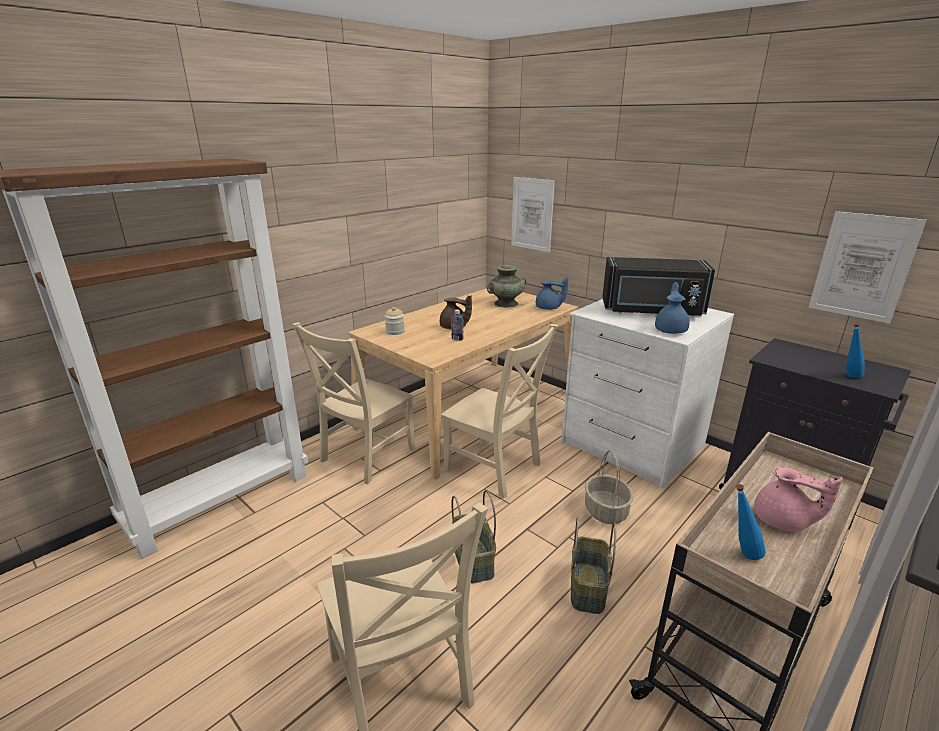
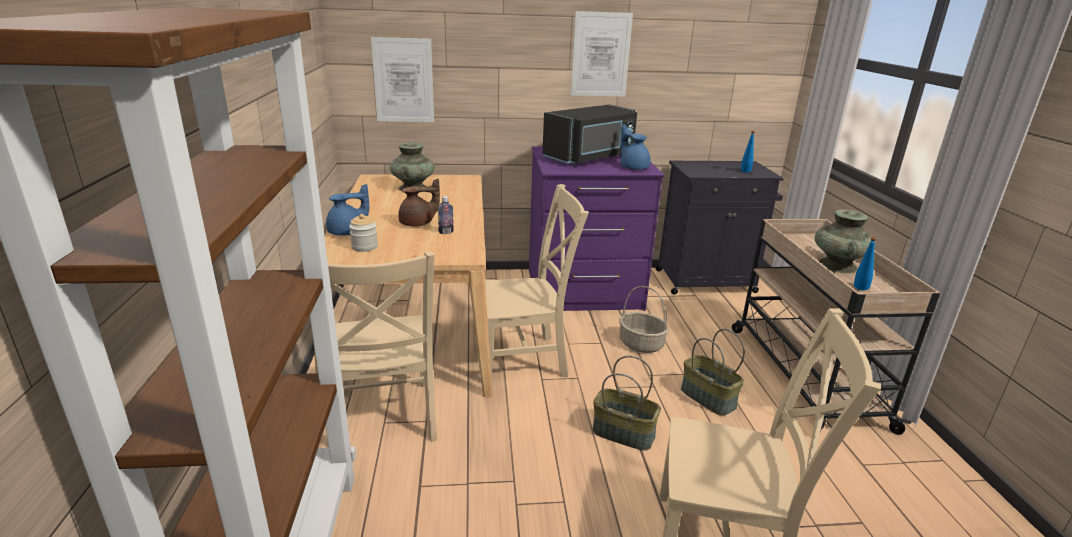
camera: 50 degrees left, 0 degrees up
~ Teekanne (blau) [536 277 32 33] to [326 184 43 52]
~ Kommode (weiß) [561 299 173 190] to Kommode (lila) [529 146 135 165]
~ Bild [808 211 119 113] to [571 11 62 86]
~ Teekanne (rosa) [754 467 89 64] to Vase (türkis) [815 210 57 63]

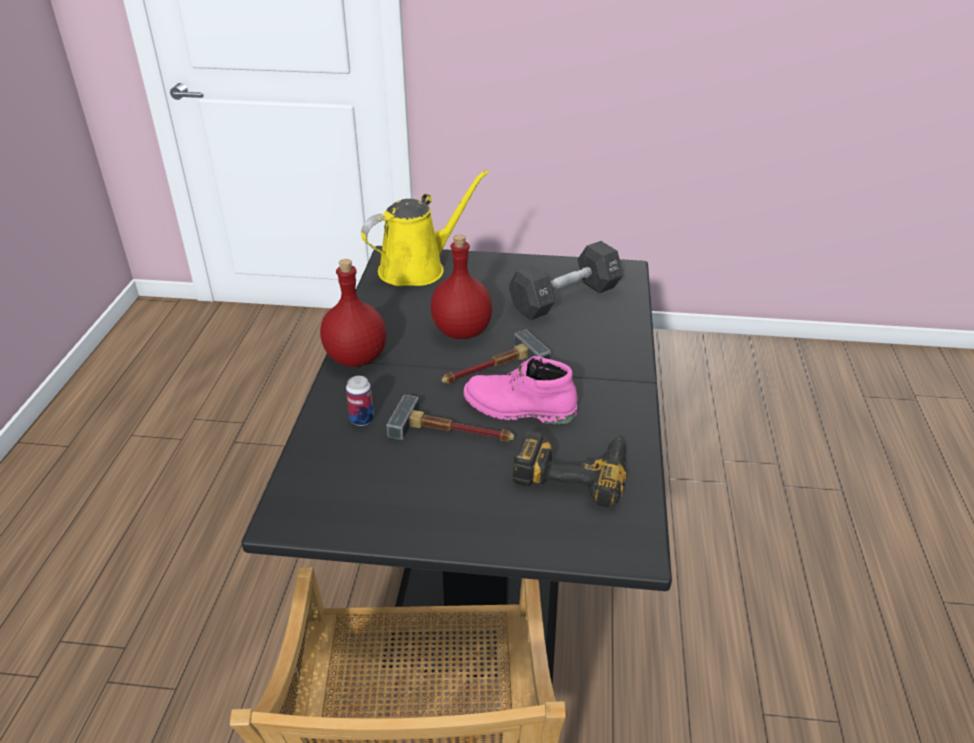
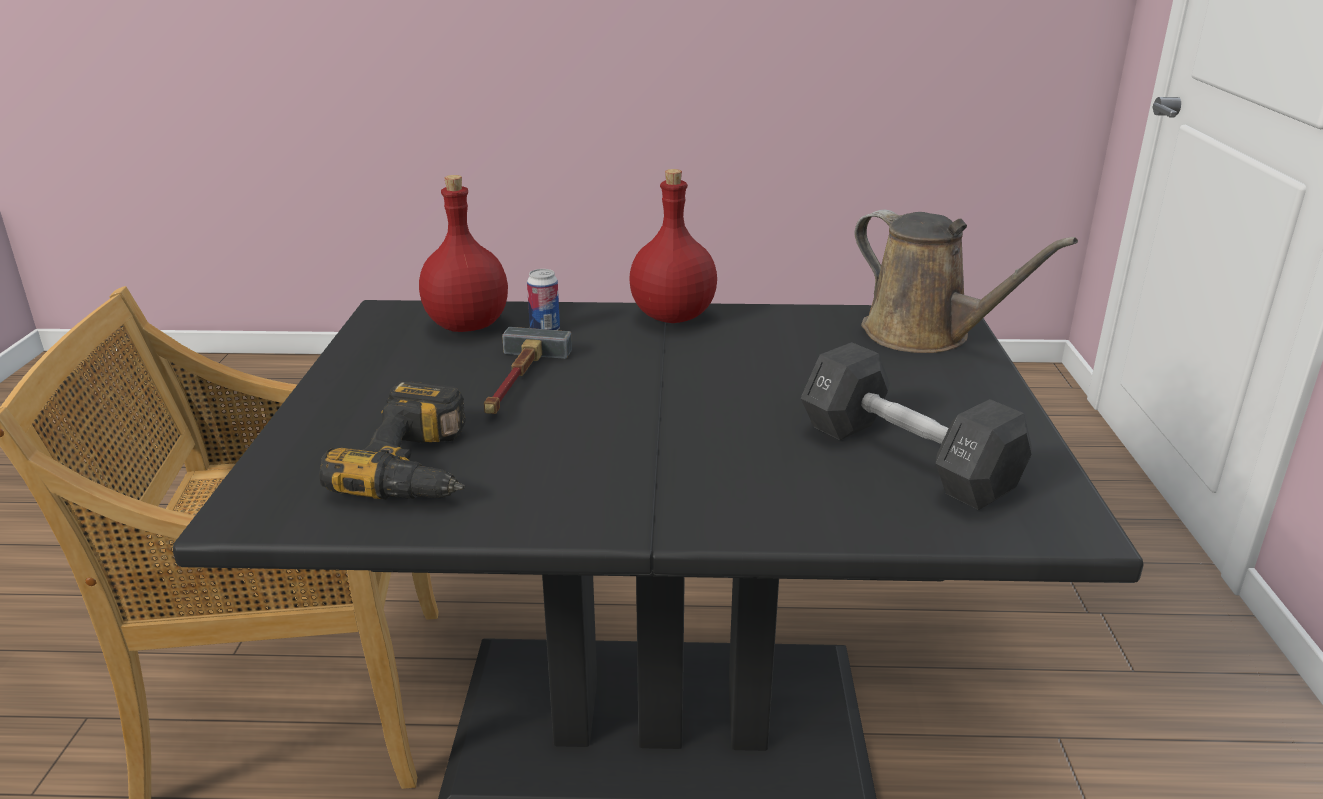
camera: 85 degrees right, 10 degrees down
~ Flasche (rot) [431 235 61 104] to [419 175 89 157]
~ Gießkanne (gelb) [361 170 127 116] to Gießkanne (braun) [854 210 224 143]
- Hammer [442 329 109 55]
- Stiefel (rosa) [464 356 114 69]

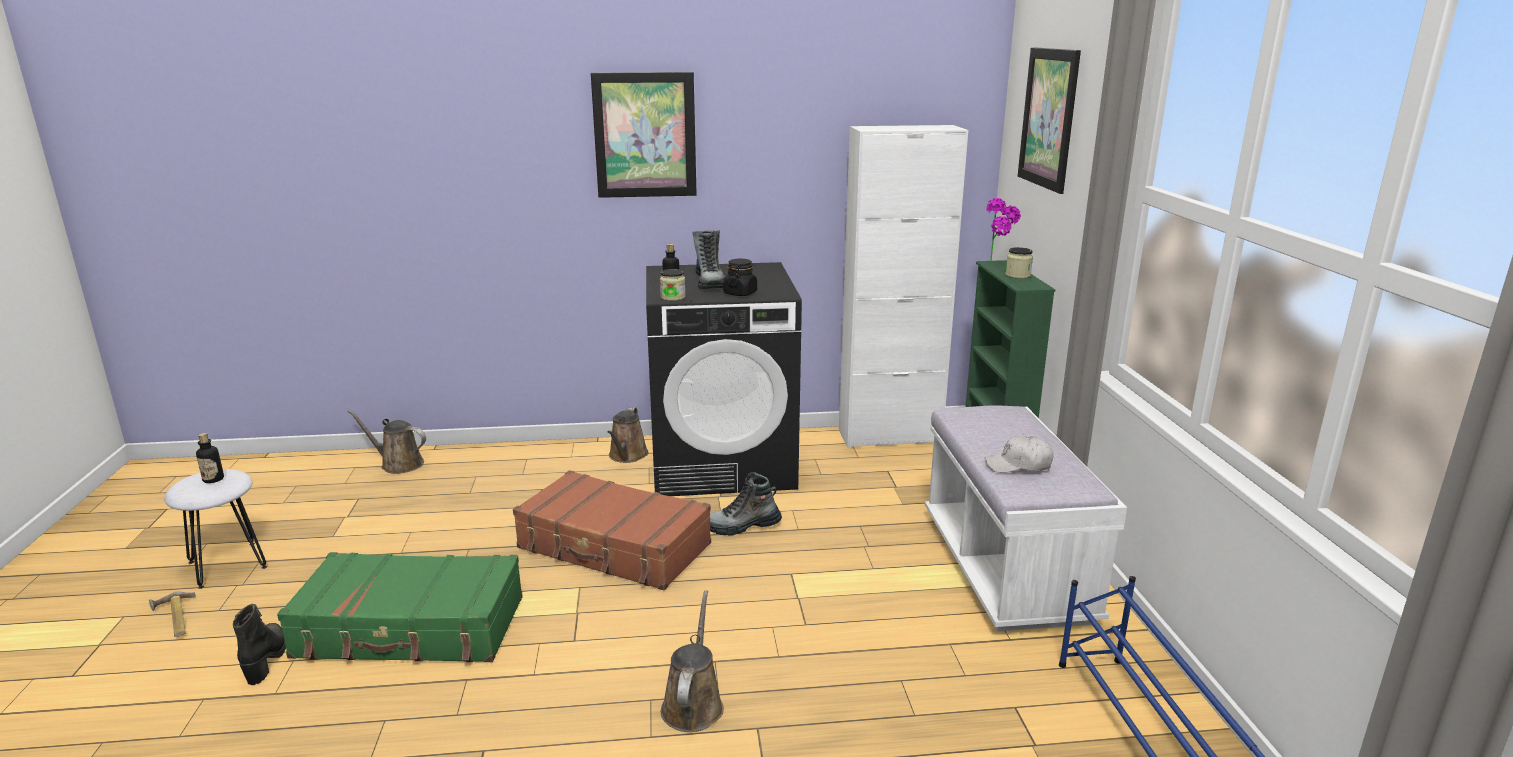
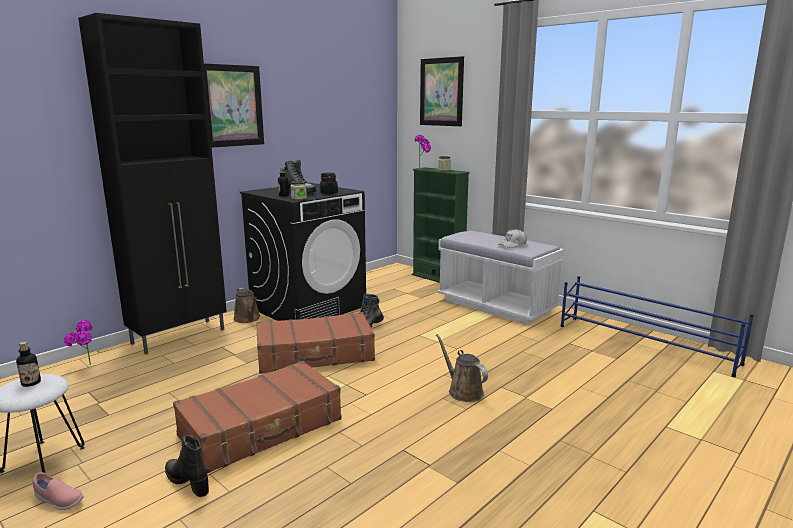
camera: 40 degrees left, 5 degrees down
~ Hammer [149 591 47 46] to Schuh (rosa) [33 472 51 38]
~ Gießkanne (braun) [347 410 79 64] to Topfpflanze [64 320 29 45]
+ Schrank (schwarz) [78 13 149 342]
~ Koffer (grün) [277 552 246 110] to Koffer (braun) [173 361 169 112]
- Schrank (weiß) [839 125 129 323]

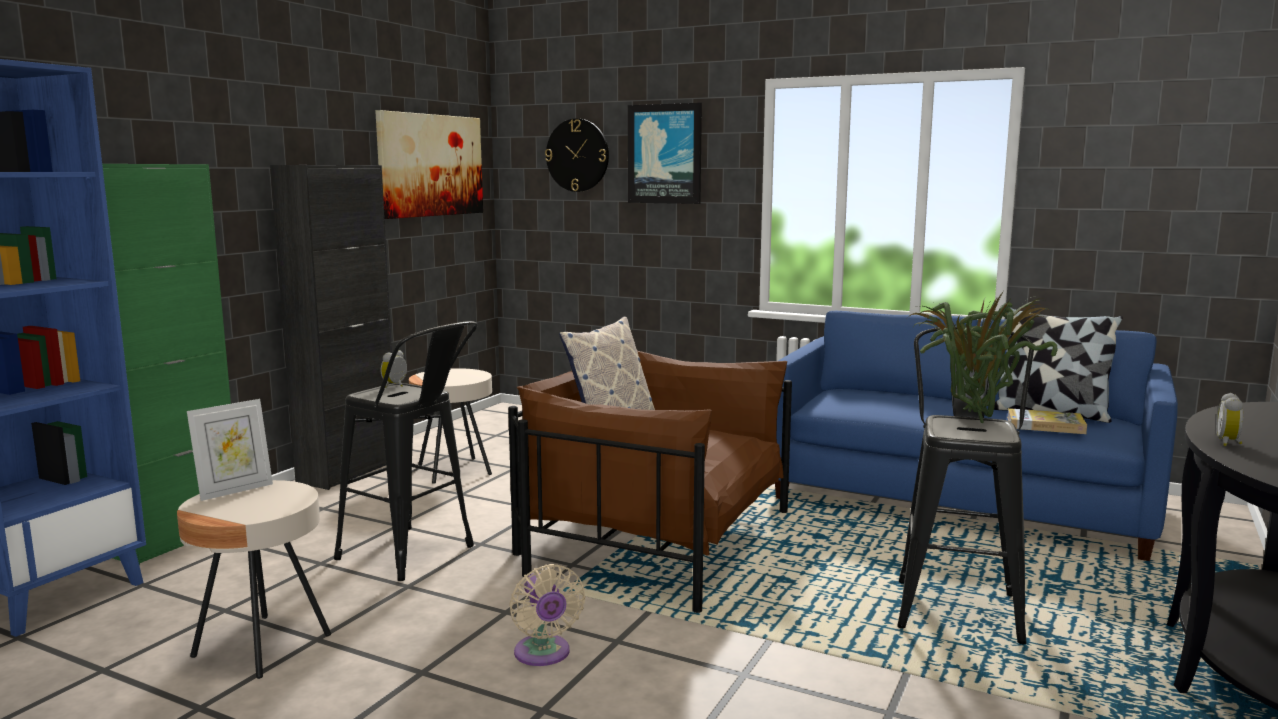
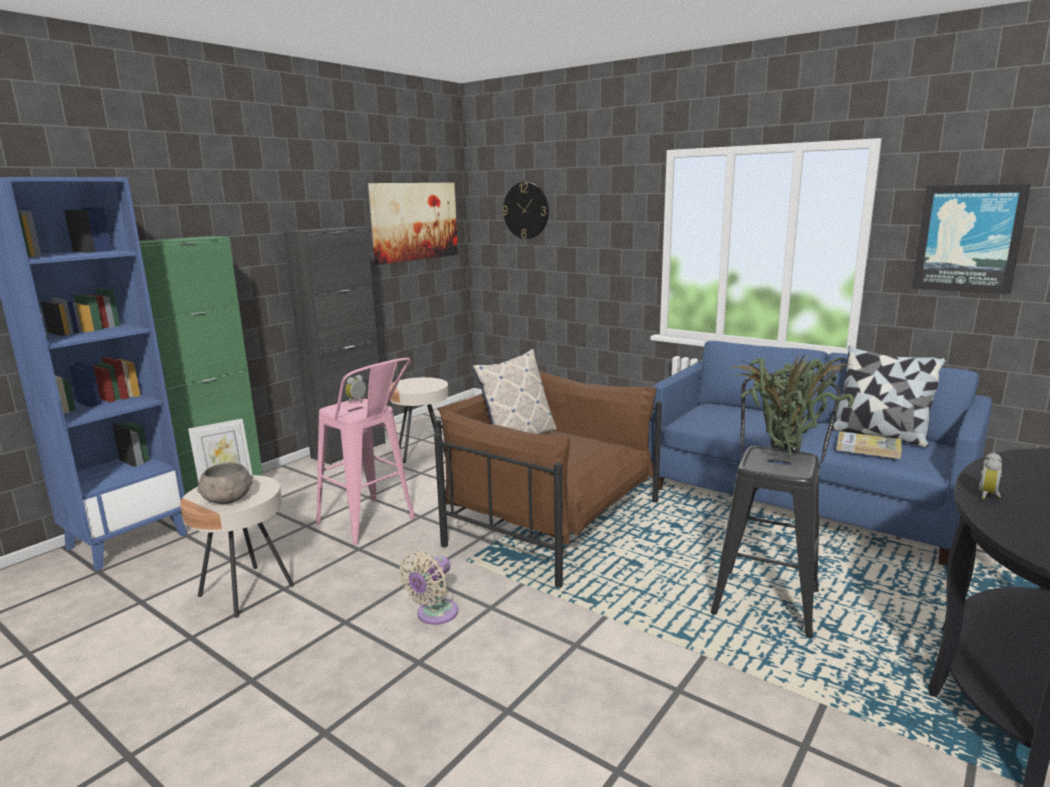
camera: 10 degrees right, 5 degrees up
+ Schüssel (grau) [197 462 56 42]
~ Hocker (schwarz) [334 321 144 260] to Hocker (rosa) [316 358 99 187]
~ Ventilator (beige) [509 564 76 102] = [399 551 59 74] 45 degrees clockwise
~ Bild [628 103 74 101] to [912 184 119 110]

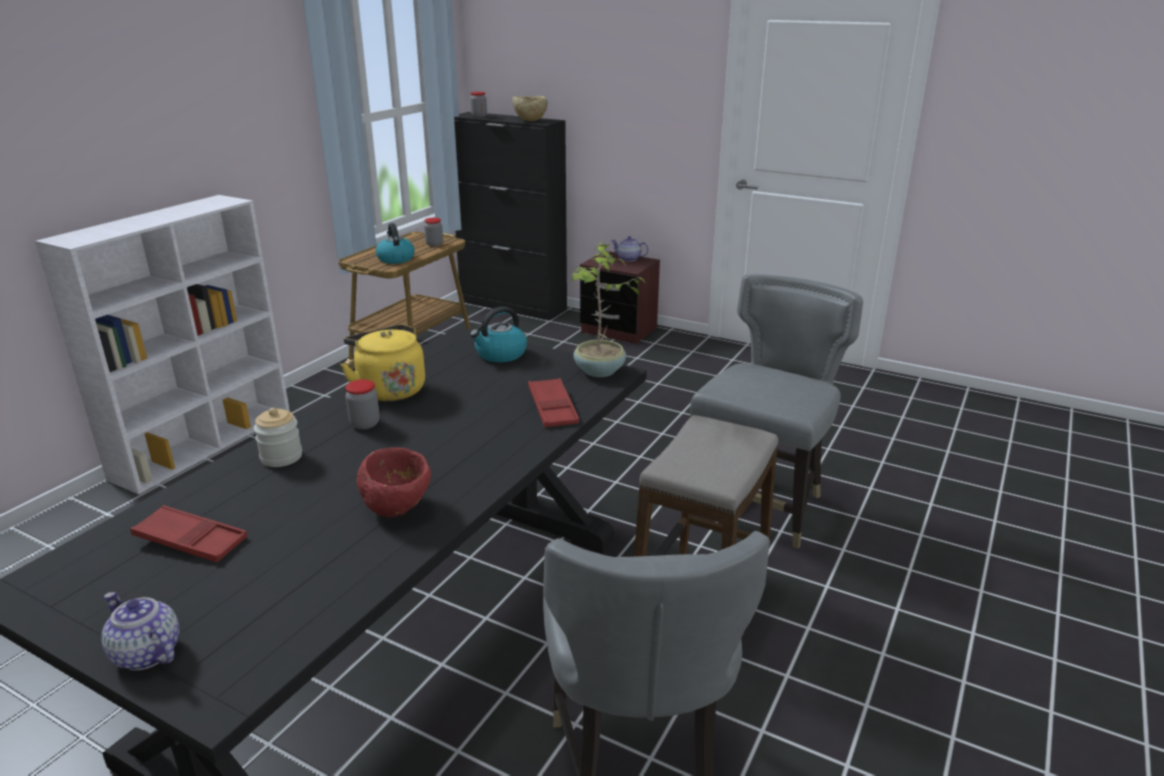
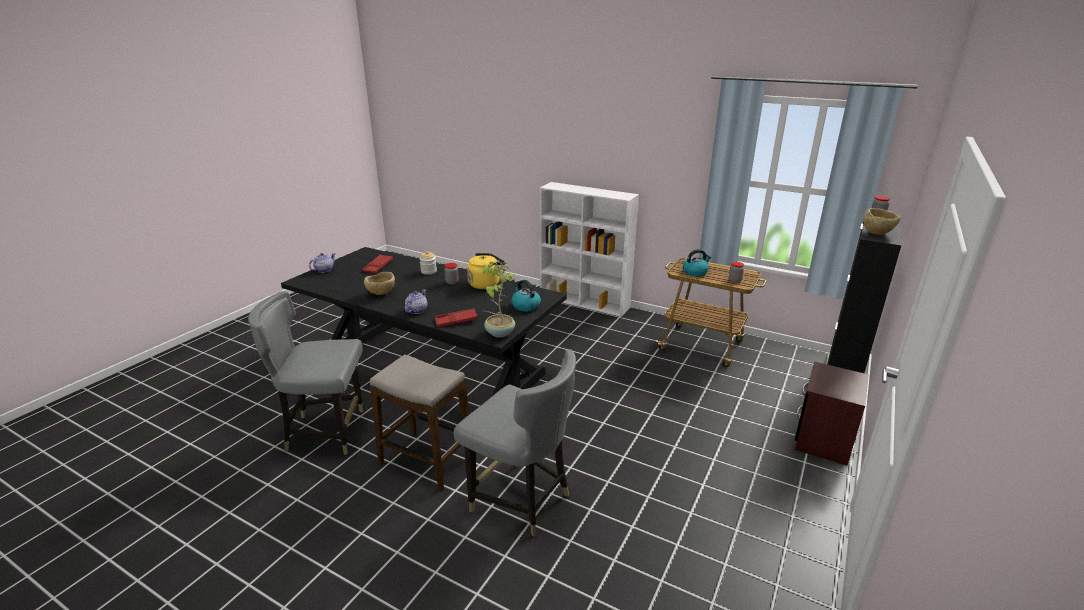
camera: 90 degrees right, 0 degrees up
~ Schüssel (rot) [357 448 74 69] to Schüssel (beige) [364 272 31 23]
~ Teekanne [611 236 38 26] to [405 290 22 24]

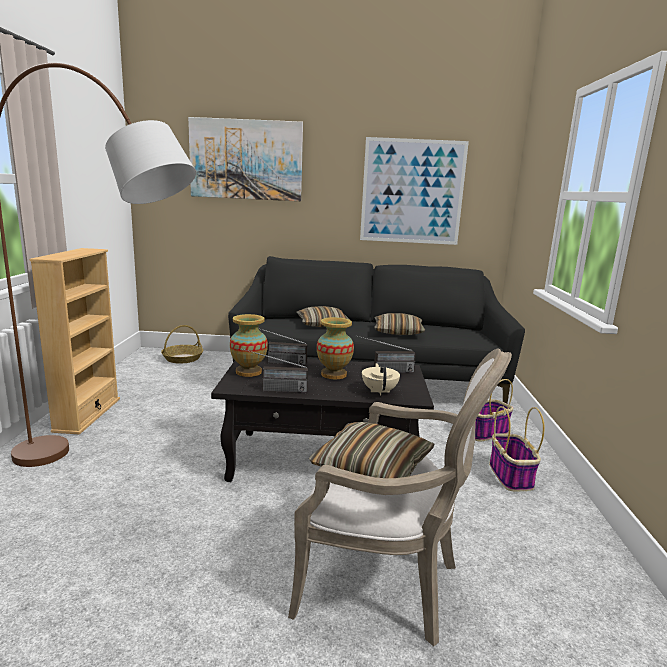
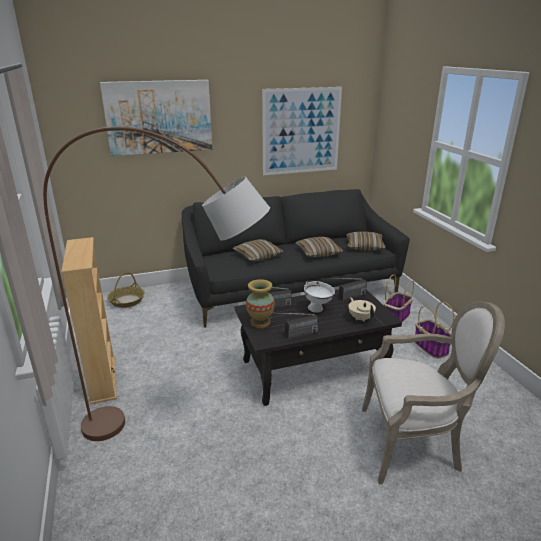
camera: 20 degrees left, 10 degrees up
~ Vase [317 317 37 62] to Schüssel (weiß) [304 281 31 32]
~ Kissen [309 422 125 56] to [346 232 40 18]

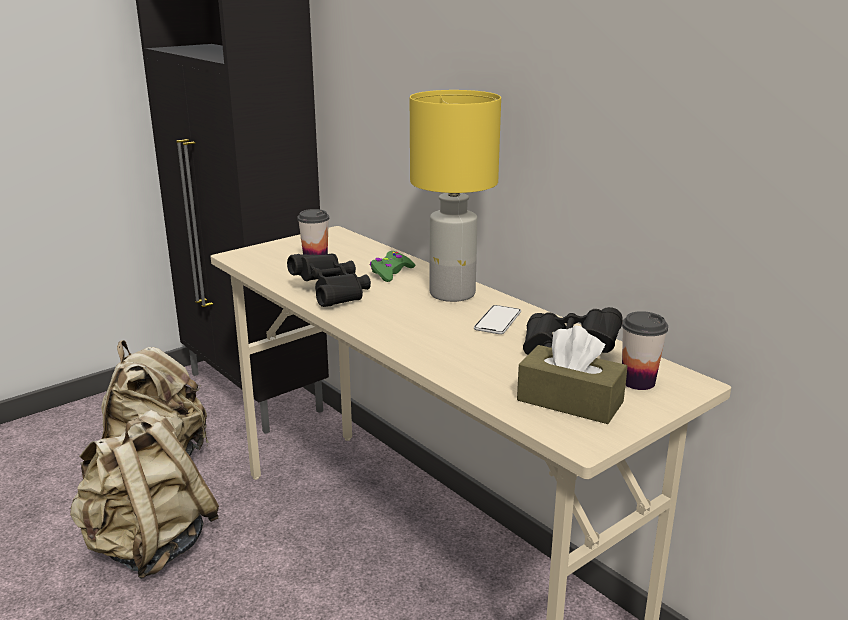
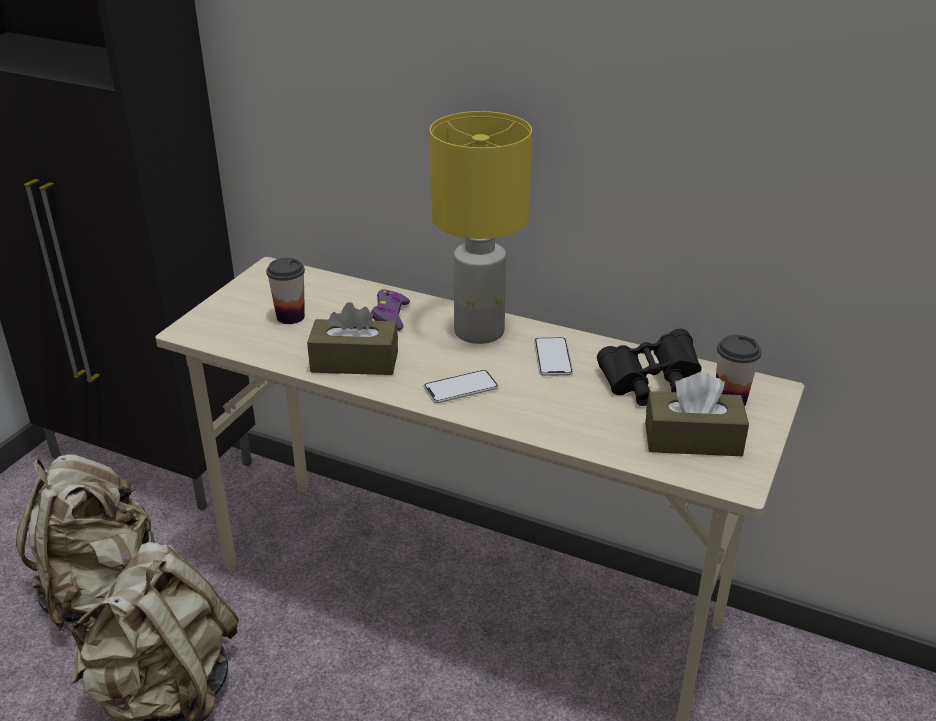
camera: 25 degrees left, 10 degrees up
~ Fernglas (schwarz) [287 253 84 54] to Taschentuchbox (braun) [307 302 91 73]
~ Gamepad (grün) [370 251 45 31] to Gamepad (lila) [371 289 39 42]
+ Handy [424 370 74 33]

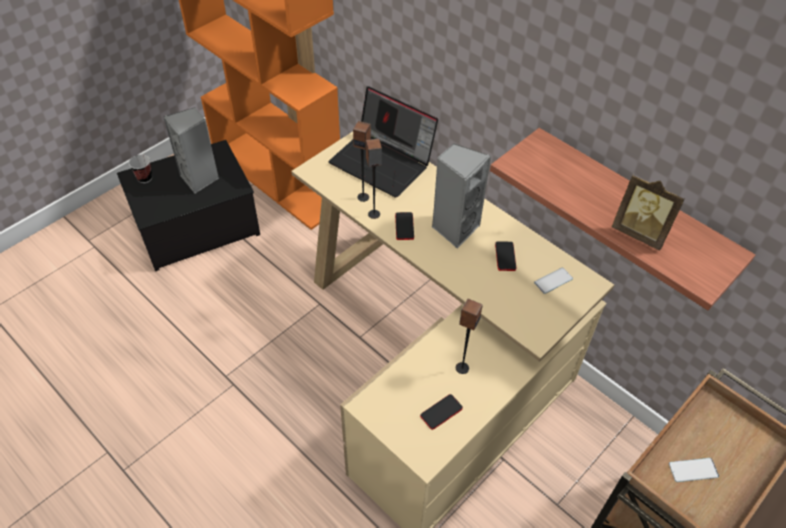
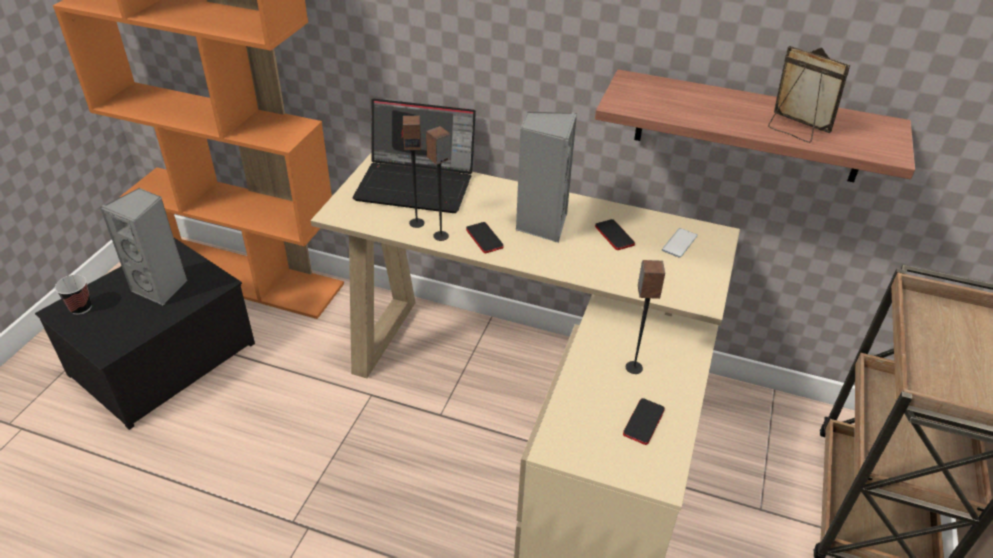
camera: 25 degrees left, 10 degrees down
~ Bilderrahmen [612 174 73 77] = [768 46 82 97] 150 degrees counterclockwise
- Handy [669 458 50 24]

